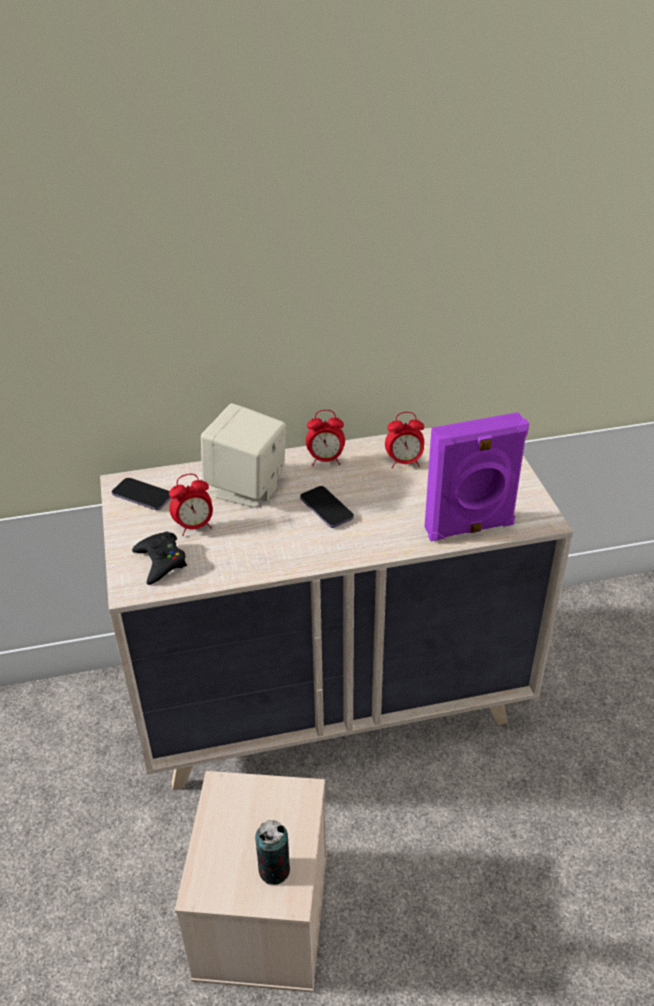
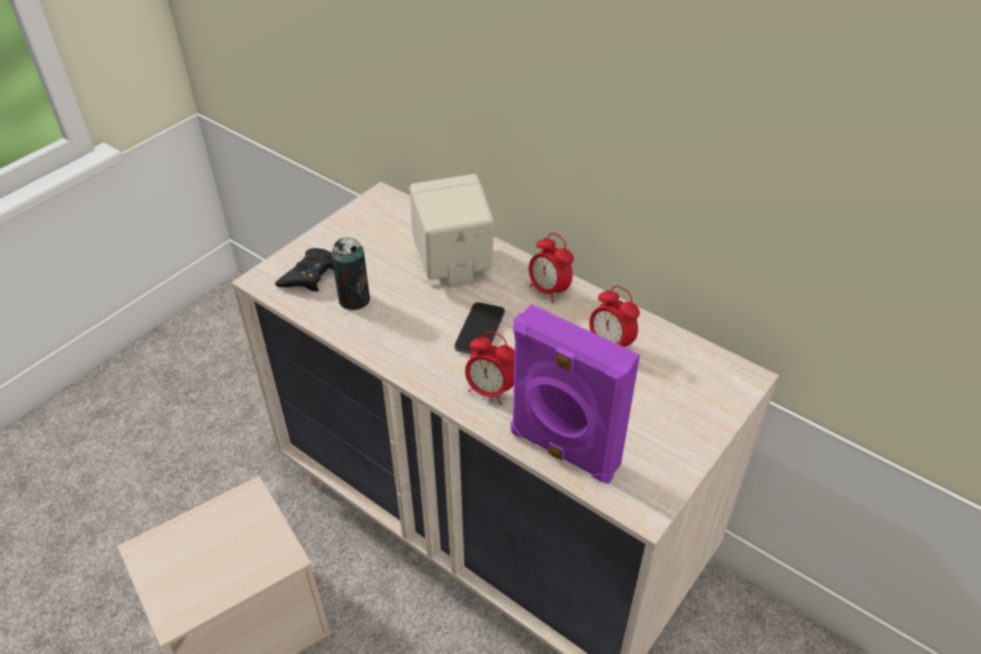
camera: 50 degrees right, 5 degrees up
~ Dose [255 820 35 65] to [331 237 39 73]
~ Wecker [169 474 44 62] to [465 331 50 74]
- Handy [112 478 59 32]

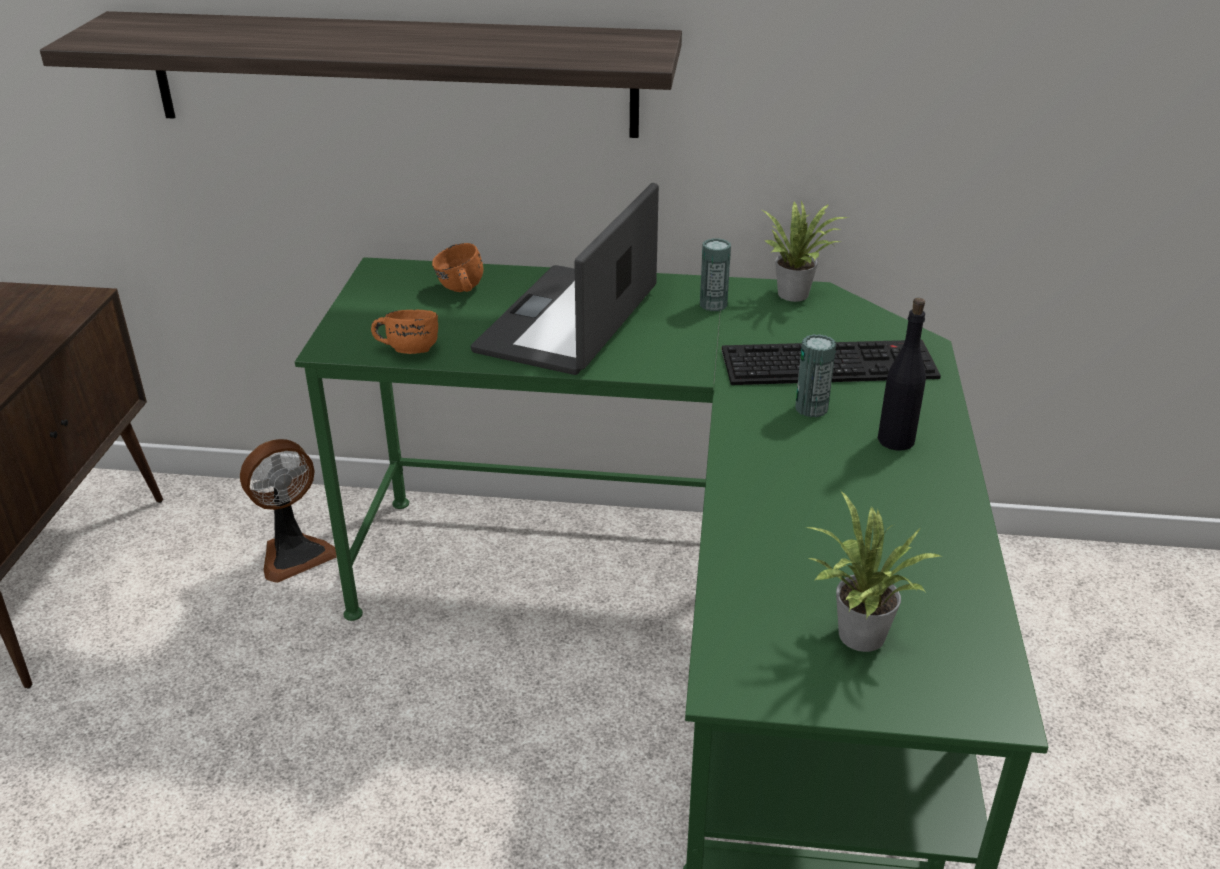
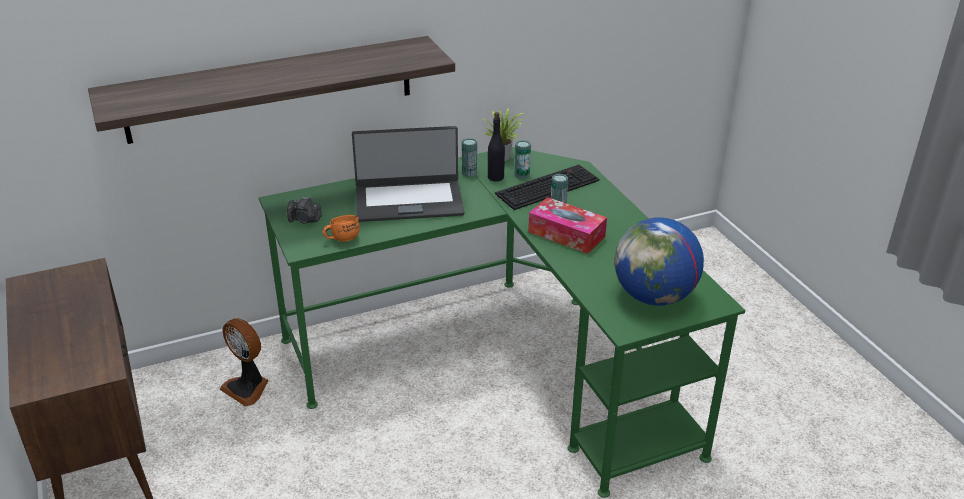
camera: 30 degrees left, 0 degrees up
~ Ventilator [240 439 97 144] = [220 318 48 88] 105 degrees clockwise
+ Kamera [286 196 36 27]
~ Laptop [471 183 188 192] = [352 126 113 96] 90 degrees counterclockwise
~ Flasche (schwarz) [878 298 48 153] to [488 112 17 69]
+ Dose [515 140 16 39]
+ Taschentuchbox [528 197 79 57]
~ Topfpflanze [806 491 137 161] to Globus [614 217 90 89]
- Henkelbecher (orange) [432 243 52 49]

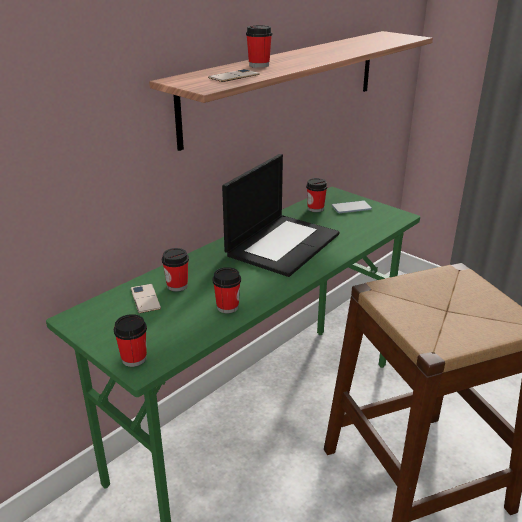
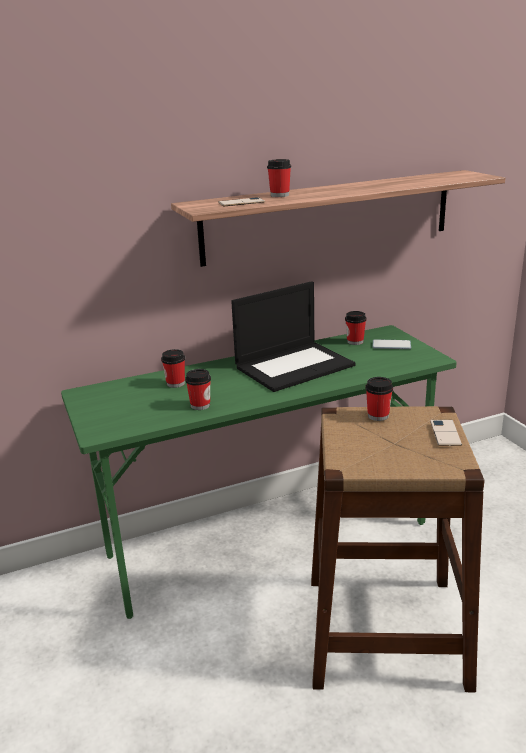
camera: 25 degrees right, 5 degrees down
~ Tasse [114 314 33 53] to [366 377 27 44]
~ Handy [131 284 30 29] to [430 420 32 26]

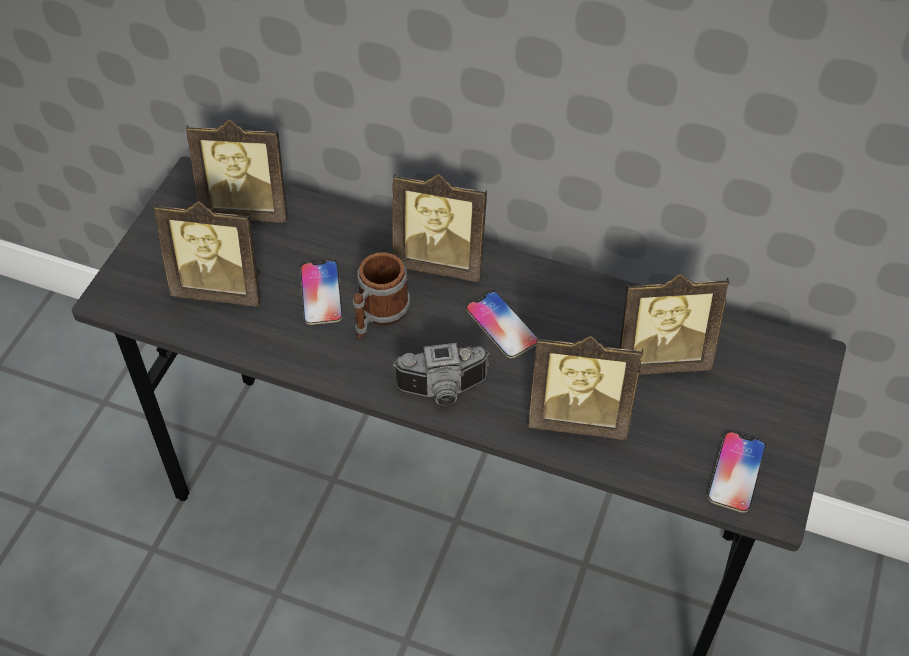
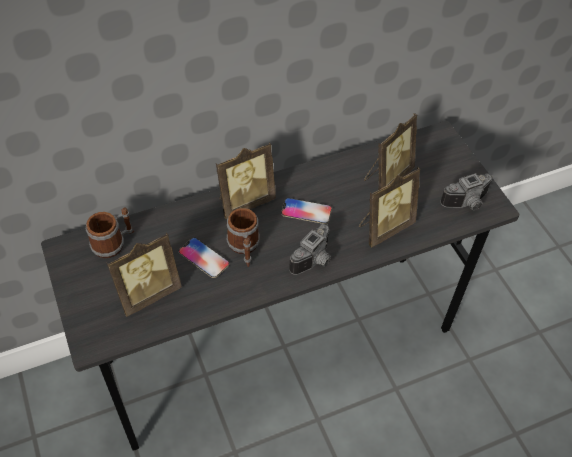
camera: 45 degrees left, 0 degrees up
~ Bilderrahmen [186 120 101 103] to Henkelbecher [86 208 48 50]
~ Handy [708 431 58 81] to Kamera [440 173 53 37]

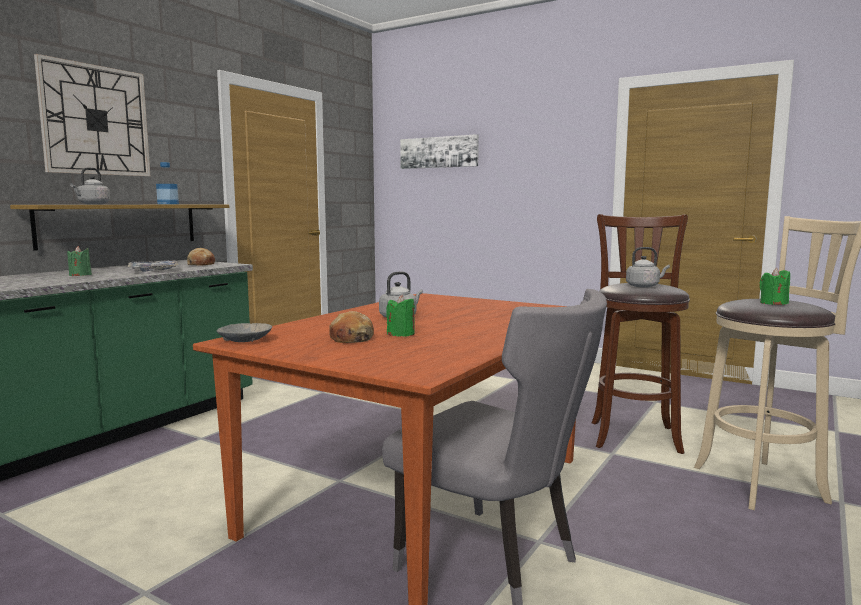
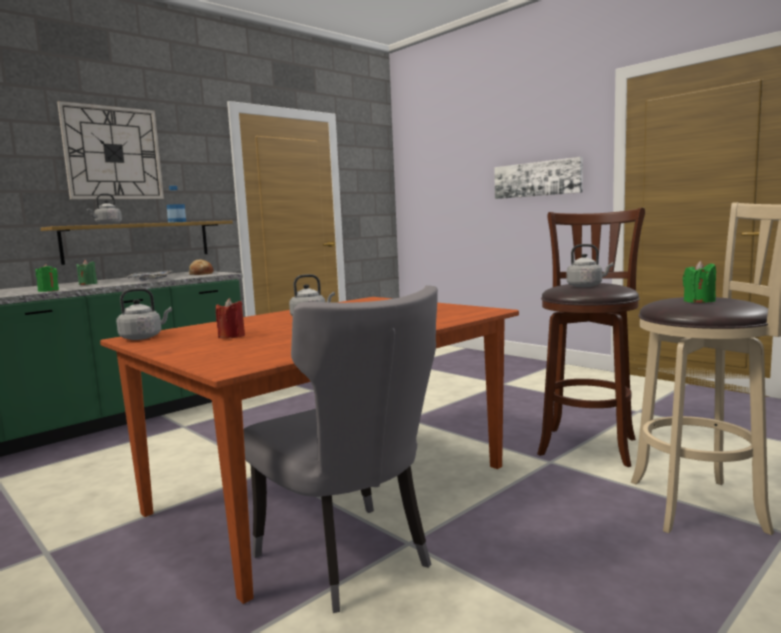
camera: 15 degrees right, 0 degrees up
~ Kerze (grün) [386 295 29 42] to [36 264 23 28]
~ Schüssel (grau) [216 323 56 19] to Wasserkessel (grau) [116 288 56 52]
~ Brot [329 311 45 32] to Kerze (rot) [216 298 29 40]
~ Bild [400 134 79 35] to [494 157 89 42]

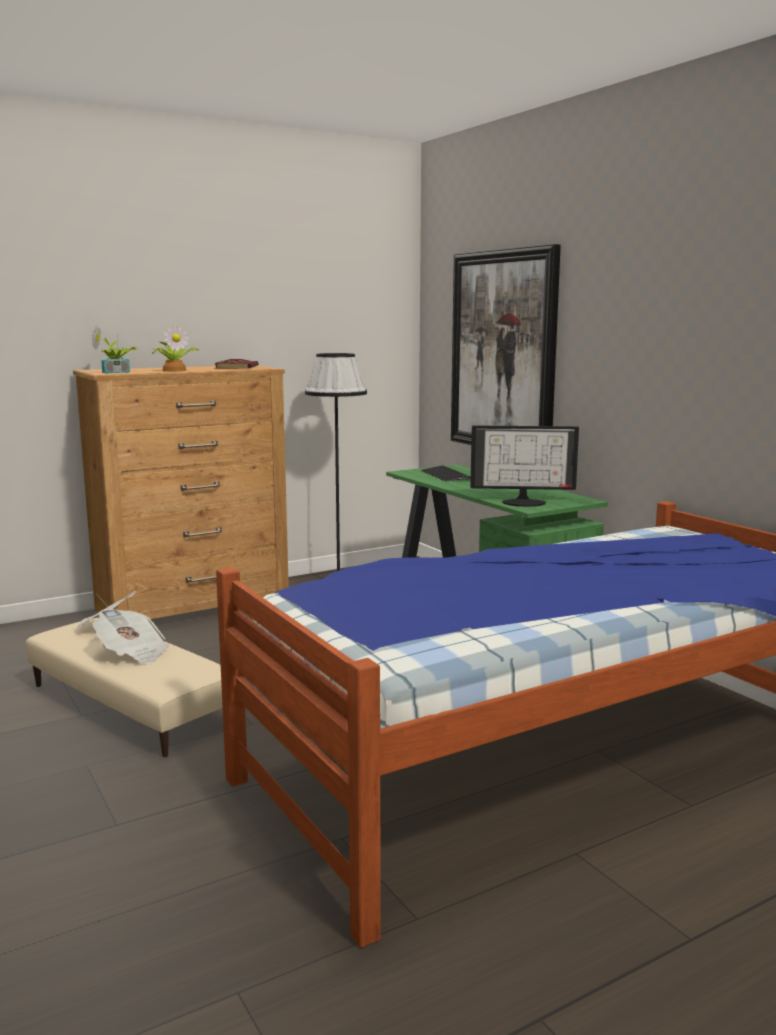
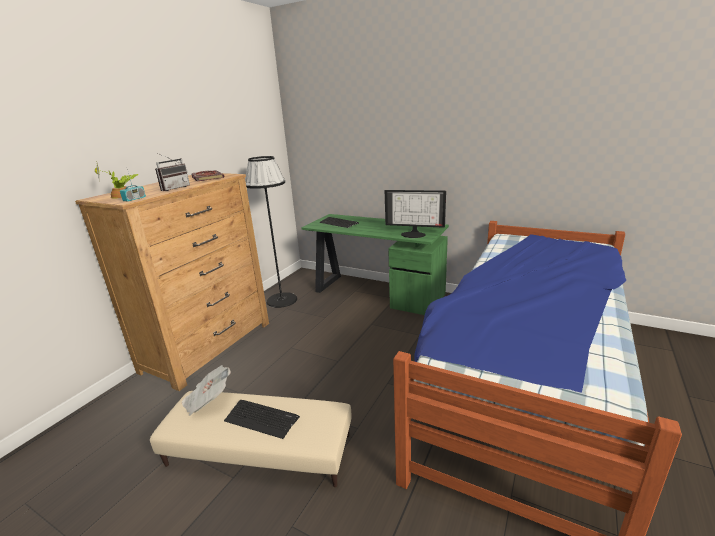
camera: 30 degrees left, 10 degrees up
~ Topfpflanze [152 325 46 47] to Radio [155 153 35 38]
~ Zeitung [93 608 76 57] to Tastatur [224 400 76 39]
~ Monitor [470 425 109 82] = [385 190 61 48] 45 degrees clockwise
- Bild [451 244 110 201]

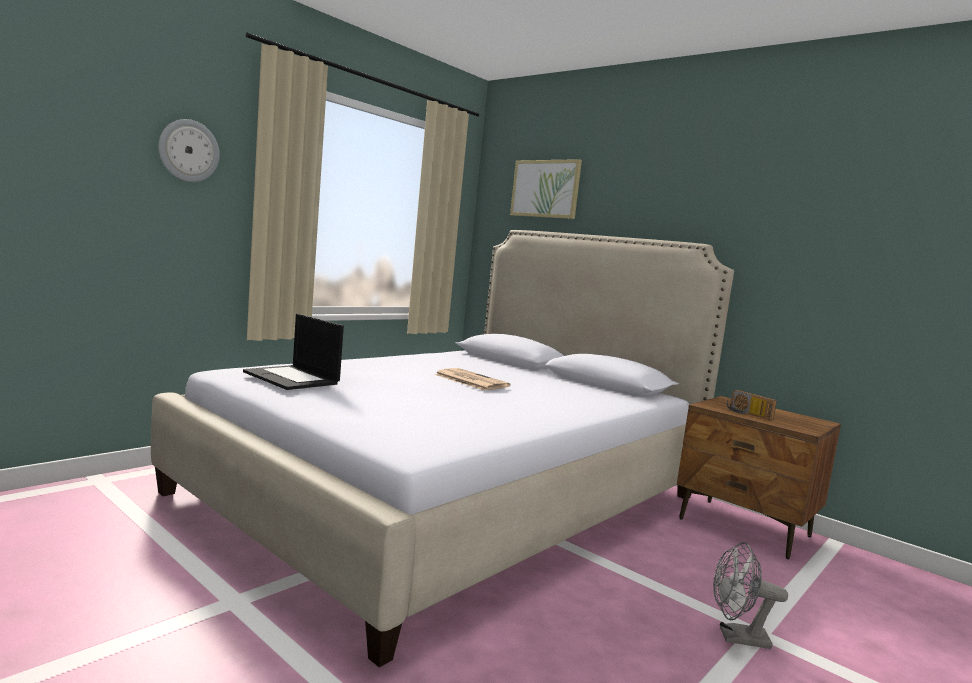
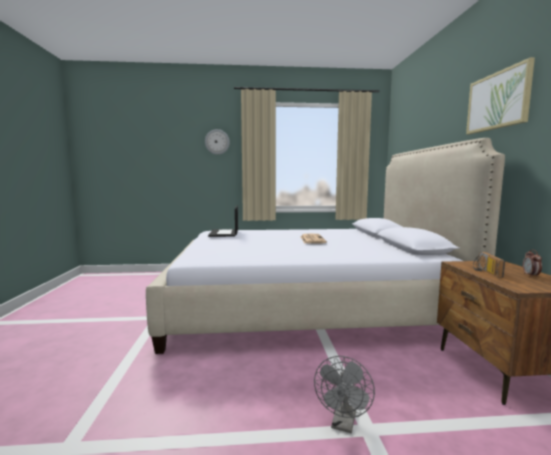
camera: 45 degrees right, 0 degrees up
~ Ventilator (grau) [713 542 75 107] = [314 356 61 78] 120 degrees counterclockwise
~ Bild [510 159 72 60] to [466 57 69 77]
+ Wecker [523 249 19 28]

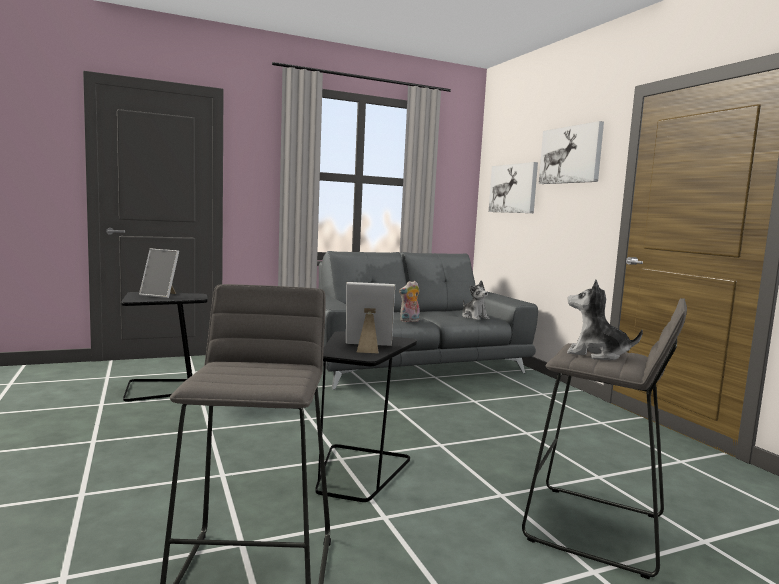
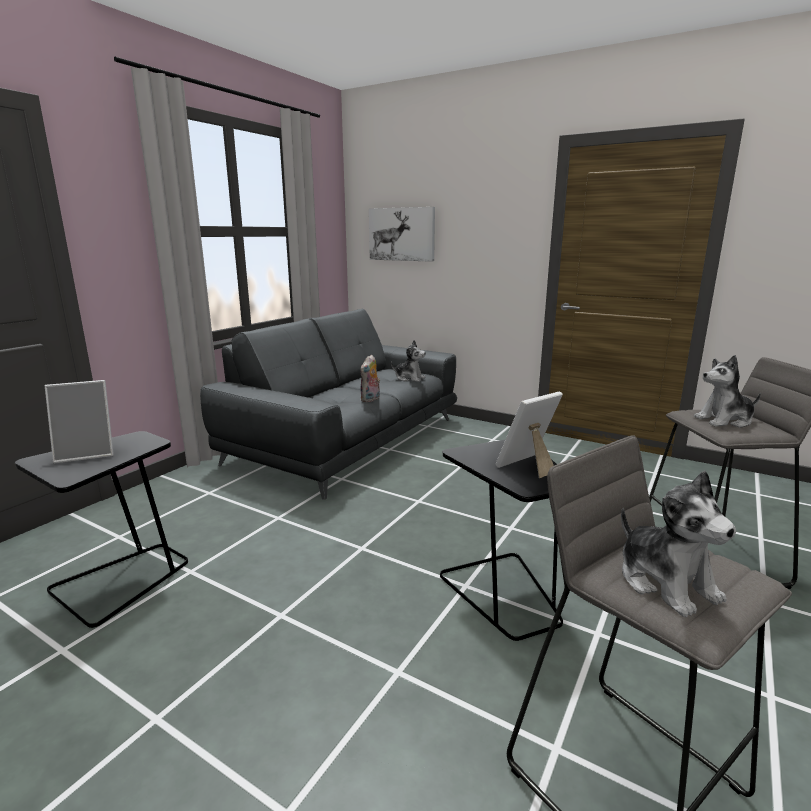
camera: 35 degrees left, 10 degrees up
+ Plüschtier [621 471 115 146]
- Bild [539 121 65 63]

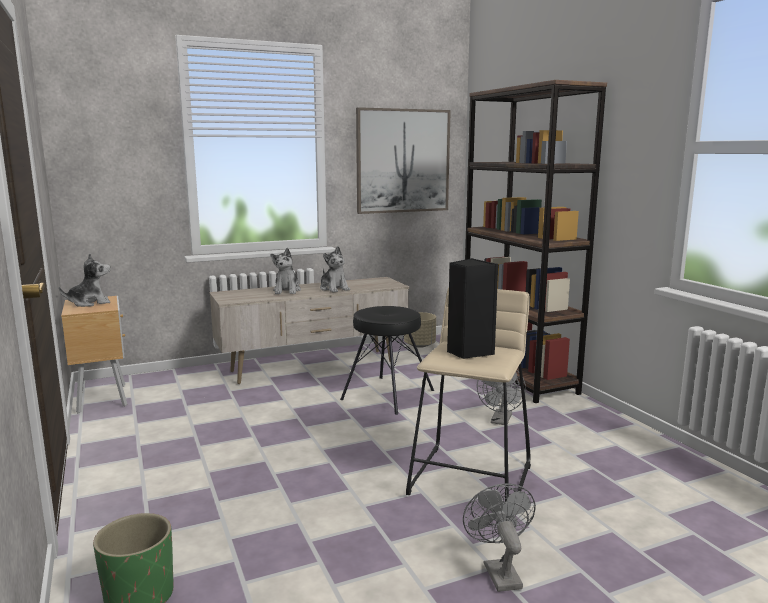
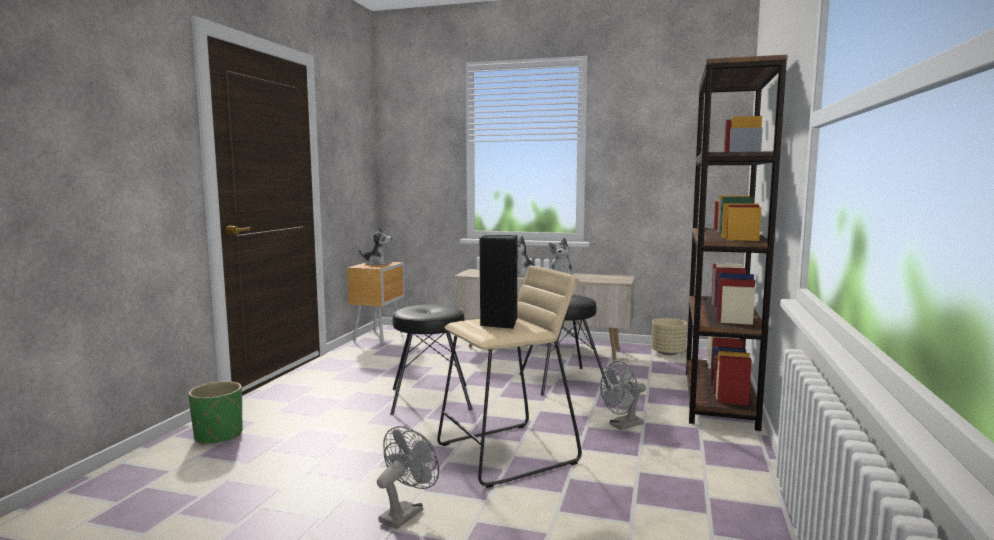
camera: 40 degrees right, 5 degrees down
+ Hocker (schwarz) [390 304 82 111]
- Bild [356 107 95 107]

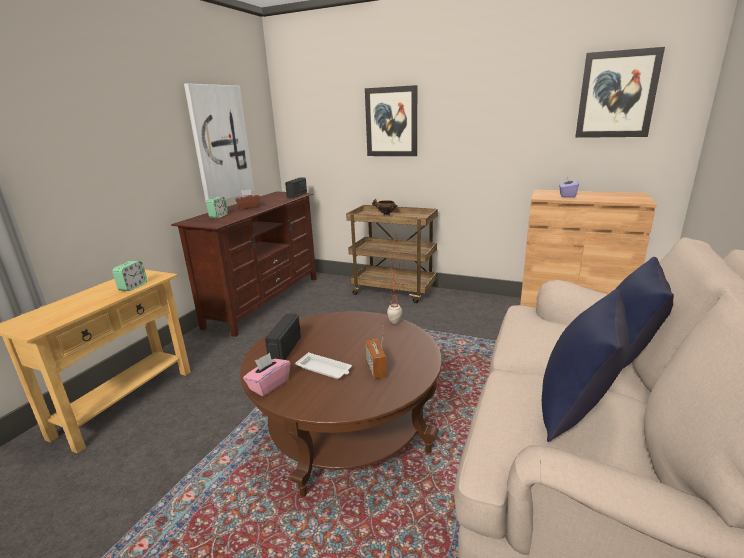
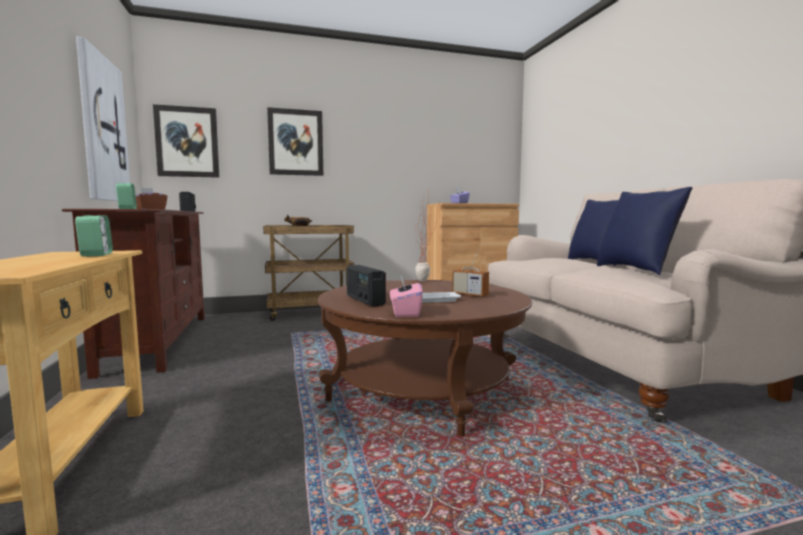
camera: 40 degrees left, 15 degrees down
~ Bild [575 47 90 91] to [153 104 66 74]

